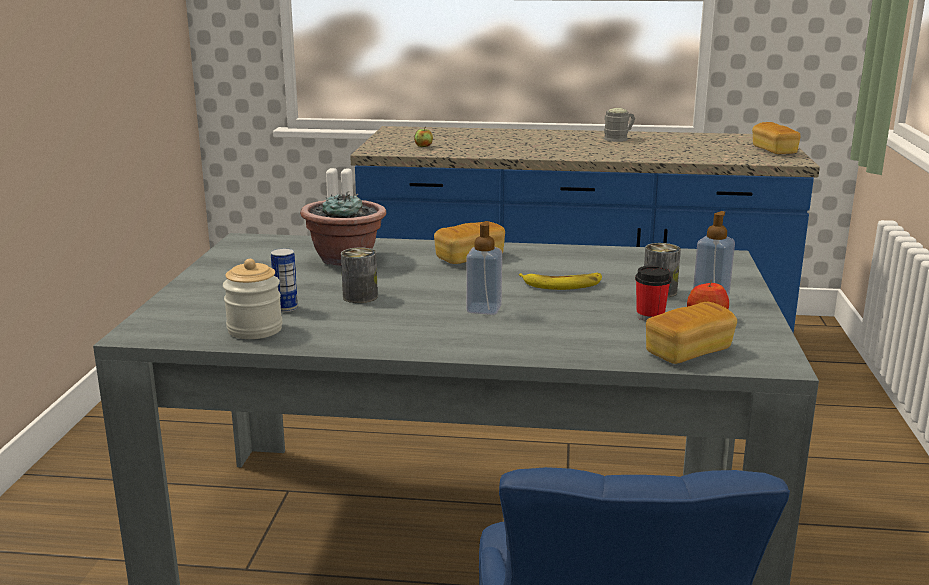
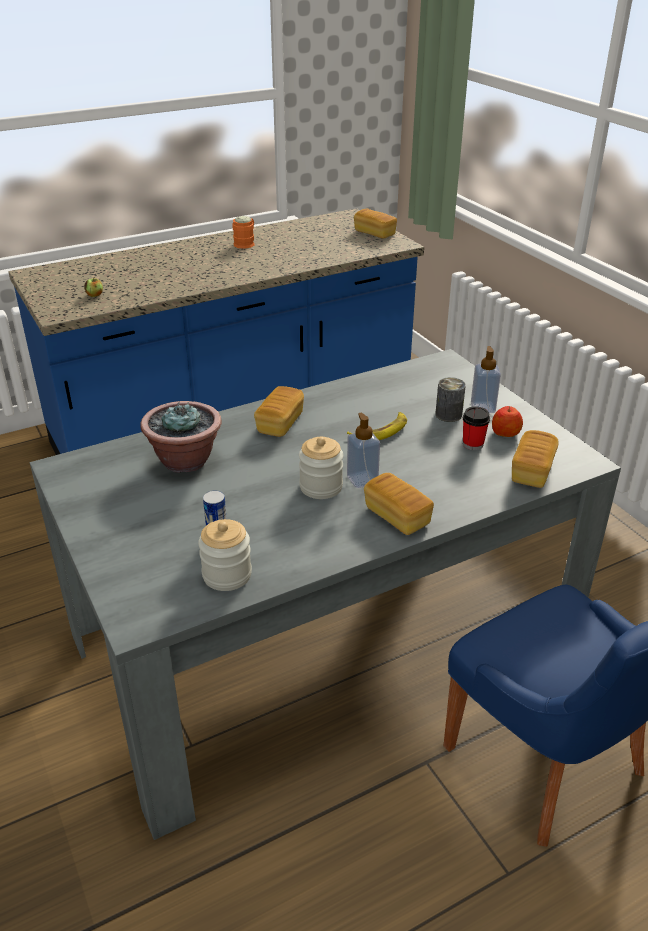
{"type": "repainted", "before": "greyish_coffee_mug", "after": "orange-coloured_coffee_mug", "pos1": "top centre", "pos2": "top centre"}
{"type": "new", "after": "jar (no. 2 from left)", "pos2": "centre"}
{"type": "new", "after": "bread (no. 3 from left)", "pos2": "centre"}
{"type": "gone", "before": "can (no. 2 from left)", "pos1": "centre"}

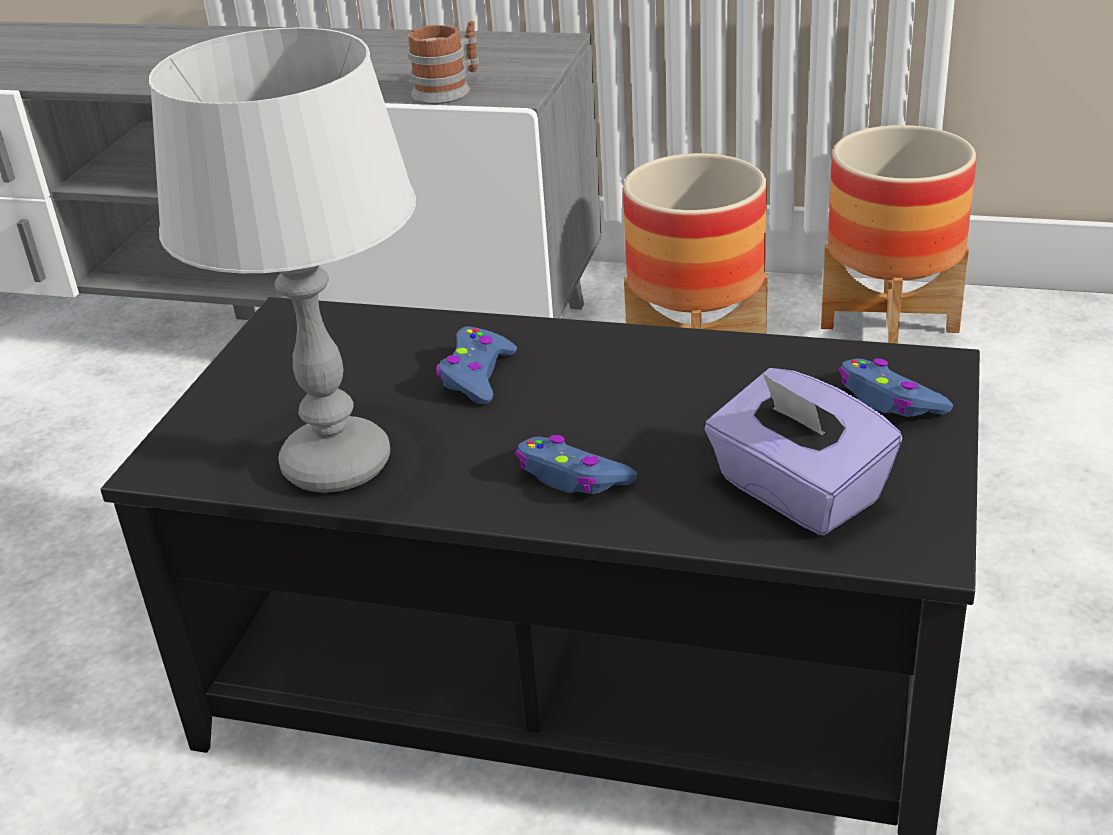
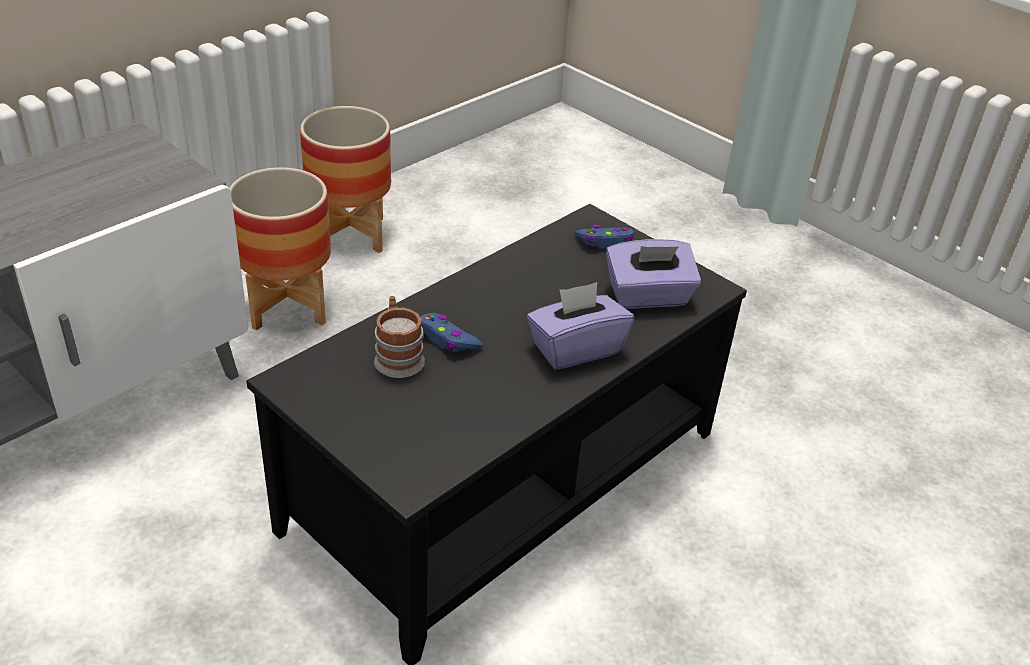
{"type": "shifted", "before": "coffee_mug", "pos1": "top centre", "pos2": "centre"}
{"type": "swapped", "before": "blue_game_controller (no. 2 from left)", "after": "purplish_box_of_tissues (no. 1 from left)", "pos1": "centre", "pos2": "centre"}
{"type": "gone", "before": "greyish_table_lamp", "pos1": "top left"}

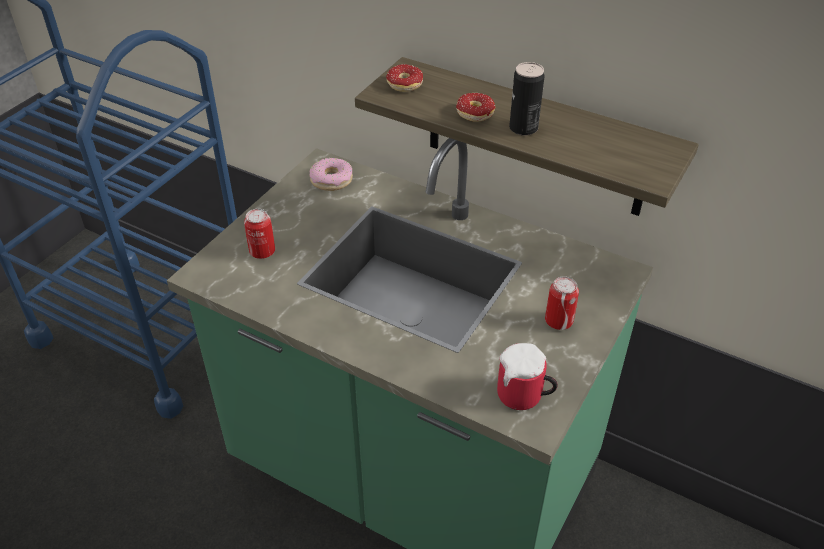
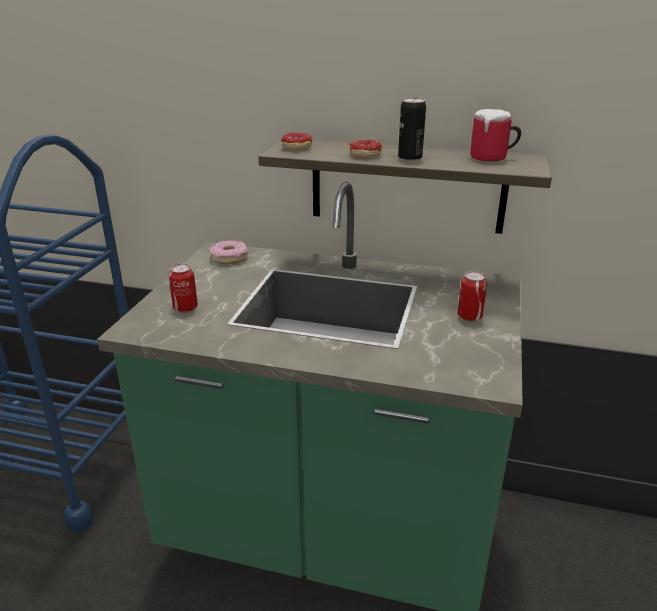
{"type": "shifted", "before": "coffee_mug", "pos1": "bottom centre", "pos2": "top right"}

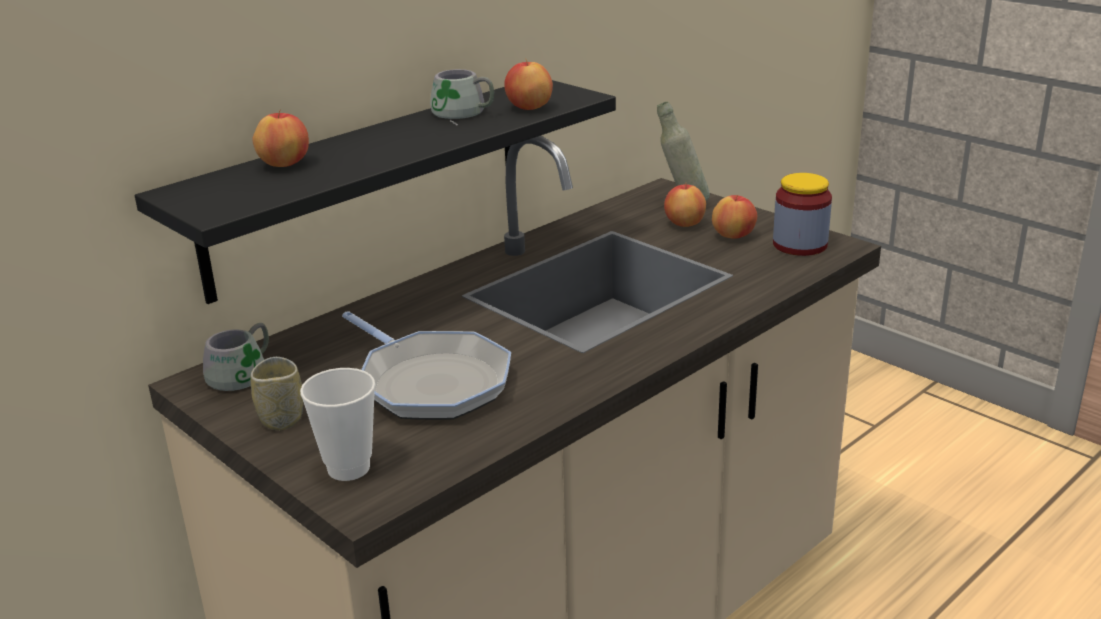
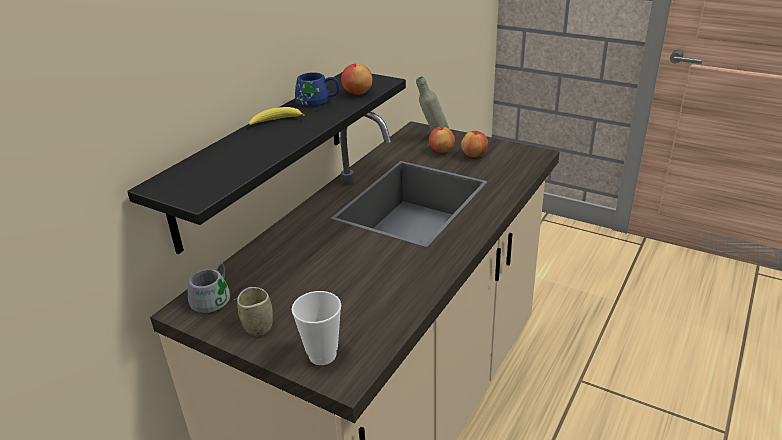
{"type": "new", "after": "banana_fruit", "pos2": "top centre"}
{"type": "repainted", "before": "greyish_coffee_mug (no. 2 from left)", "after": "blue_coffee_mug", "pos1": "top centre", "pos2": "top centre"}
{"type": "gone", "before": "apple (no. 1 from left)", "pos1": "top left"}
{"type": "gone", "before": "skillet", "pos1": "centre"}
{"type": "gone", "before": "jar", "pos1": "middle right"}

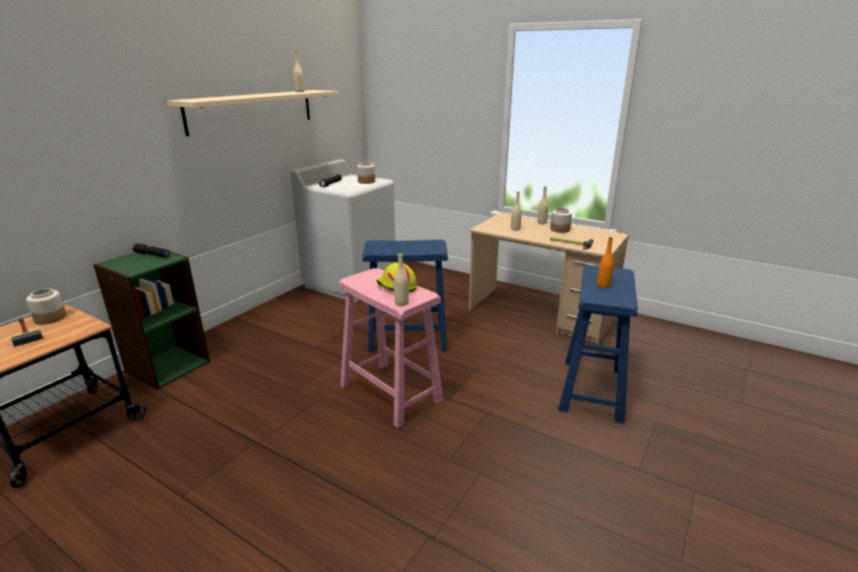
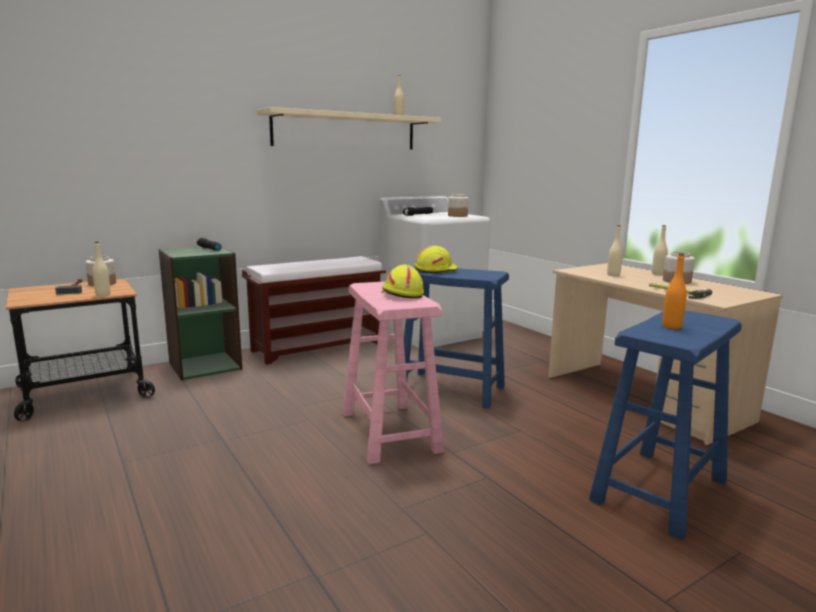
{"type": "shifted", "before": "beige-coloured_bottle (no. 2 from left in the first image)", "after": "beige-coloured_bottle (no. 1 from left)", "pos1": "centre", "pos2": "middle left"}
{"type": "new", "after": "brown-coloured_long_seat", "pos2": "centre"}
{"type": "new", "after": "yellow-coloured_hard_hat (no. 2 from left)", "pos2": "centre"}

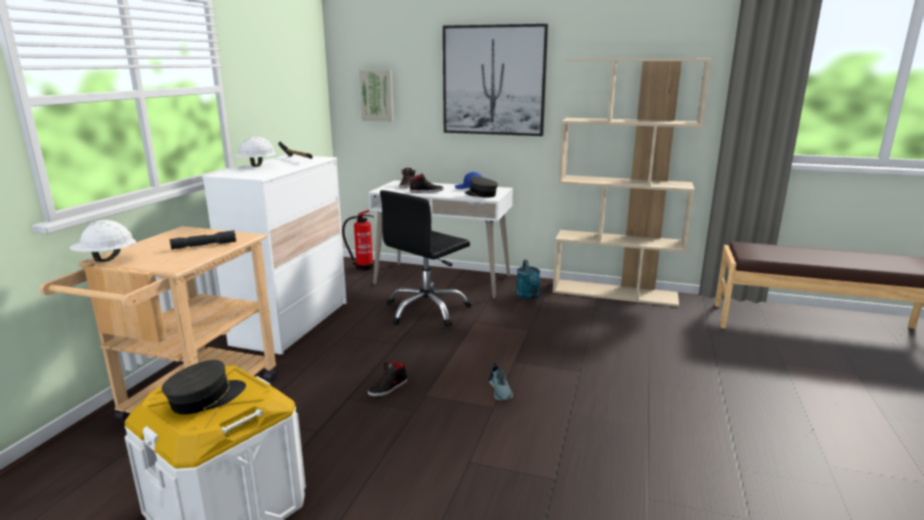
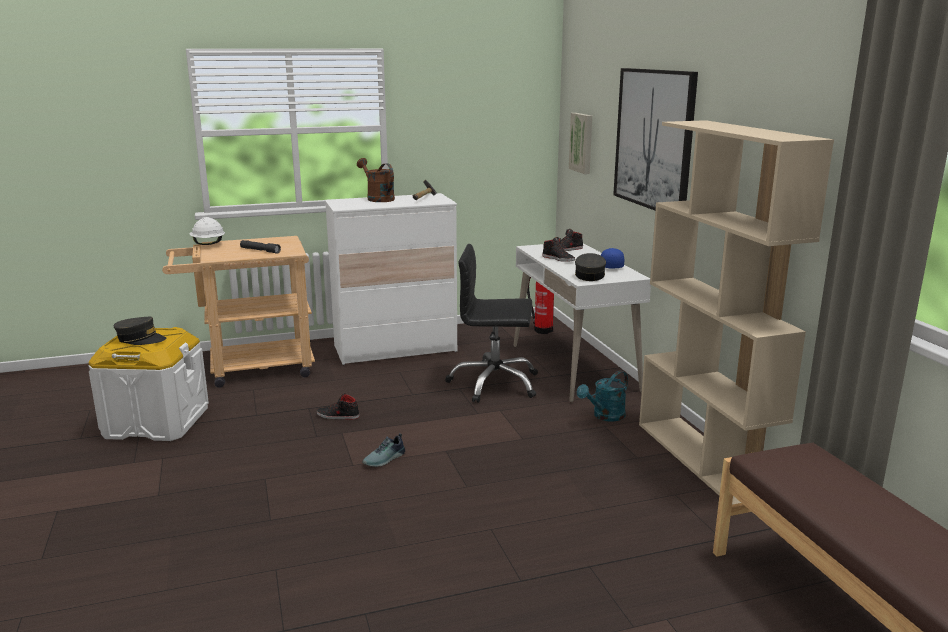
{"type": "swapped", "before": "whitish_hard_hat (no. 2 from left)", "after": "brown-coloured_watering_pot", "pos1": "top left", "pos2": "top centre"}

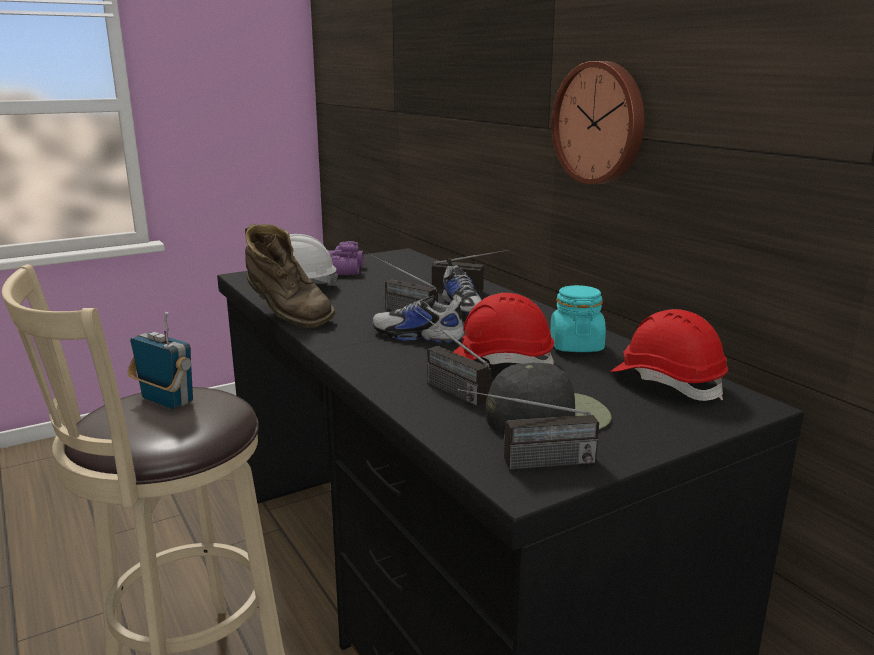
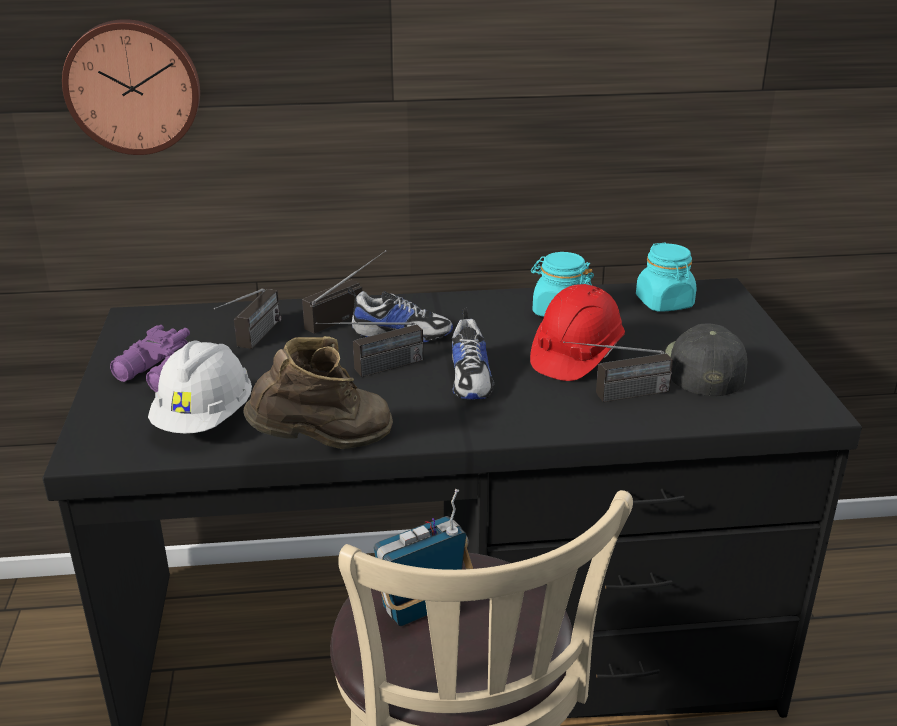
{"type": "shifted", "before": "wall_clock", "pos1": "top right", "pos2": "top left"}
{"type": "shifted", "before": "radio (no. 5 from left in the first image)", "after": "radio (no. 1 from left)", "pos1": "centre", "pos2": "middle left"}
{"type": "rotated", "before": "item_of_footwear (no. 1 from left in the first image)", "pos1": "centre", "pos2": "centre", "turn": -45}
{"type": "swapped", "before": "red-coloured_hard_hat (no. 2 from left)", "after": "turquoise-coloured_jar (no. 2 from left)", "pos1": "middle right", "pos2": "middle right"}

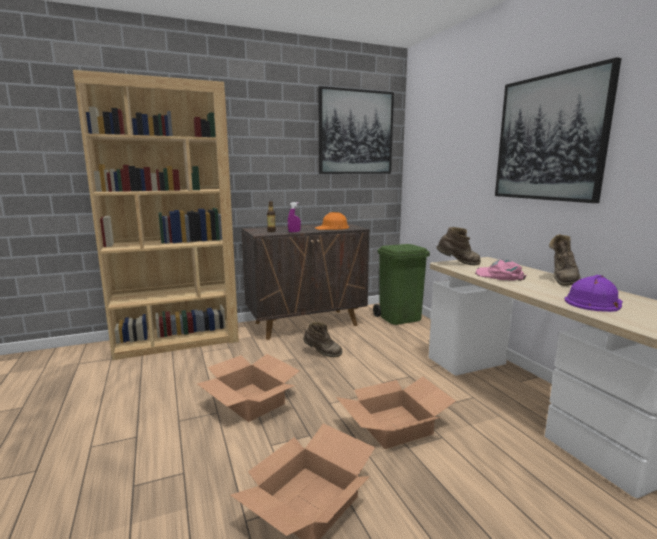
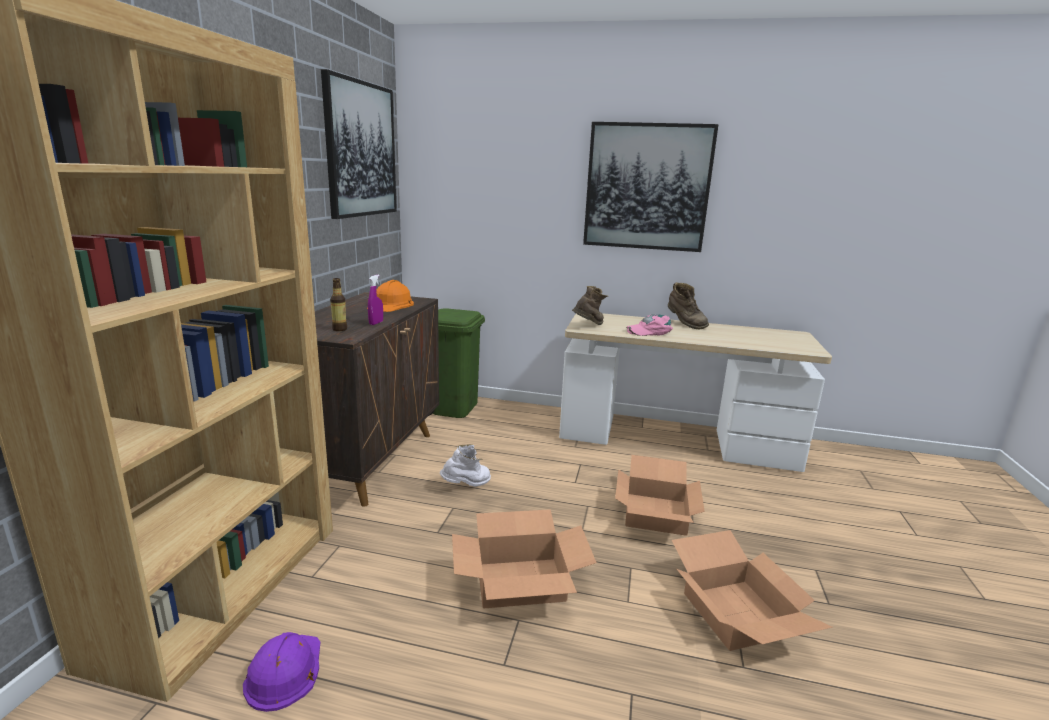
{"type": "shifted", "before": "purplish_hard_hat", "pos1": "middle right", "pos2": "bottom left"}
{"type": "repainted", "before": "brown-coloured_tall_boot (no. 1 from left)", "after": "whitish_tall_boot", "pos1": "centre", "pos2": "centre"}

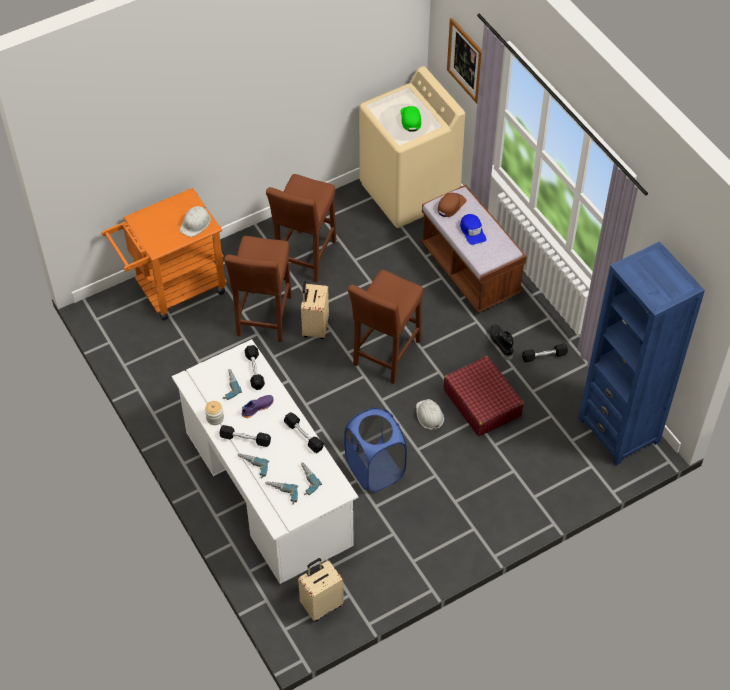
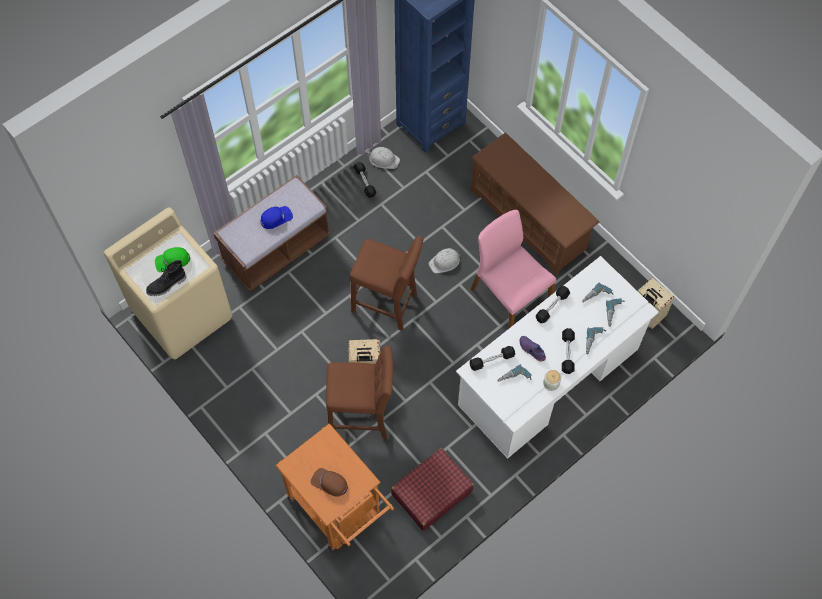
{"type": "shifted", "before": "blackish_tall_boot", "pos1": "middle right", "pos2": "middle left"}
{"type": "shifted", "before": "brown-coloured_peaked_cap", "pos1": "top centre", "pos2": "bottom centre"}
{"type": "shifted", "before": "whitish_hard_hat (no. 1 from left)", "pos1": "top left", "pos2": "top centre"}
{"type": "shifted", "before": "red-coloured_piece_of_luggage", "pos1": "centre", "pos2": "bottom centre"}
{"type": "new", "after": "brown-coloured_shoe_rack", "pos2": "centre"}
{"type": "swapped", "before": "blue_hamper", "after": "pinkish_plain_chair", "pos1": "centre", "pos2": "centre"}
{"type": "gone", "before": "brown-coloured_stool (no. 2 from left)", "pos1": "top centre"}
{"type": "gone", "before": "wall_art", "pos1": "top centre"}

